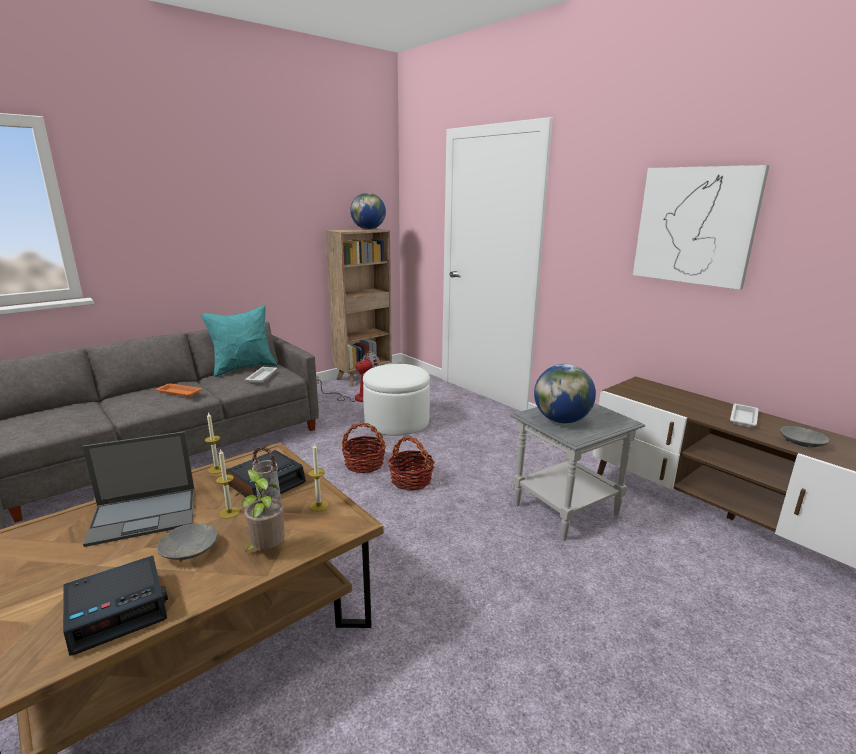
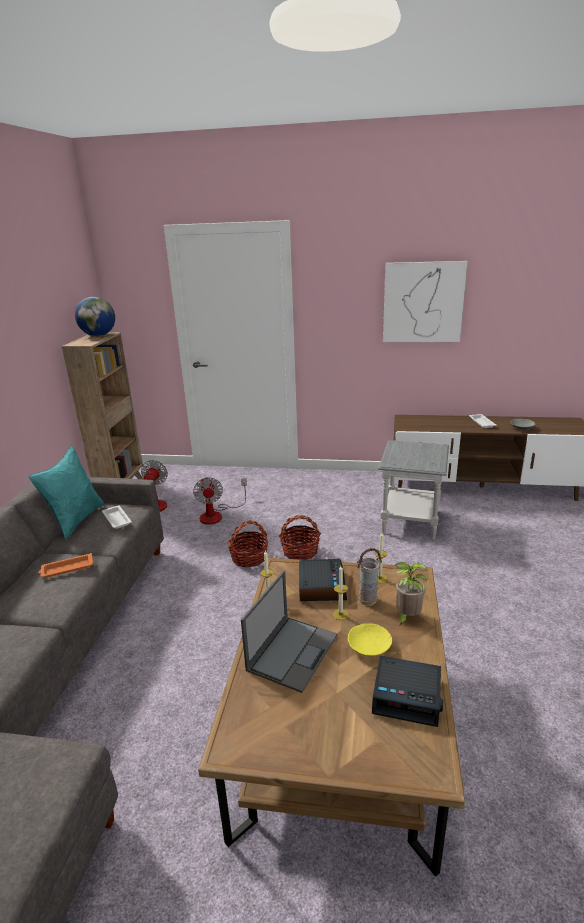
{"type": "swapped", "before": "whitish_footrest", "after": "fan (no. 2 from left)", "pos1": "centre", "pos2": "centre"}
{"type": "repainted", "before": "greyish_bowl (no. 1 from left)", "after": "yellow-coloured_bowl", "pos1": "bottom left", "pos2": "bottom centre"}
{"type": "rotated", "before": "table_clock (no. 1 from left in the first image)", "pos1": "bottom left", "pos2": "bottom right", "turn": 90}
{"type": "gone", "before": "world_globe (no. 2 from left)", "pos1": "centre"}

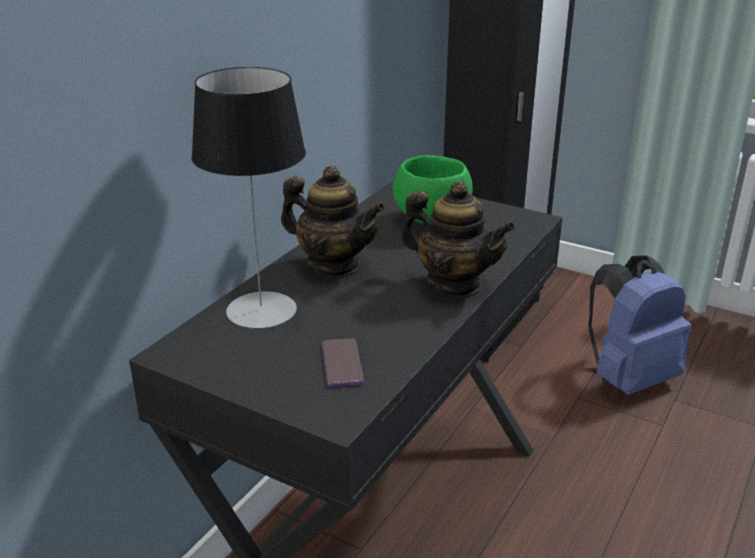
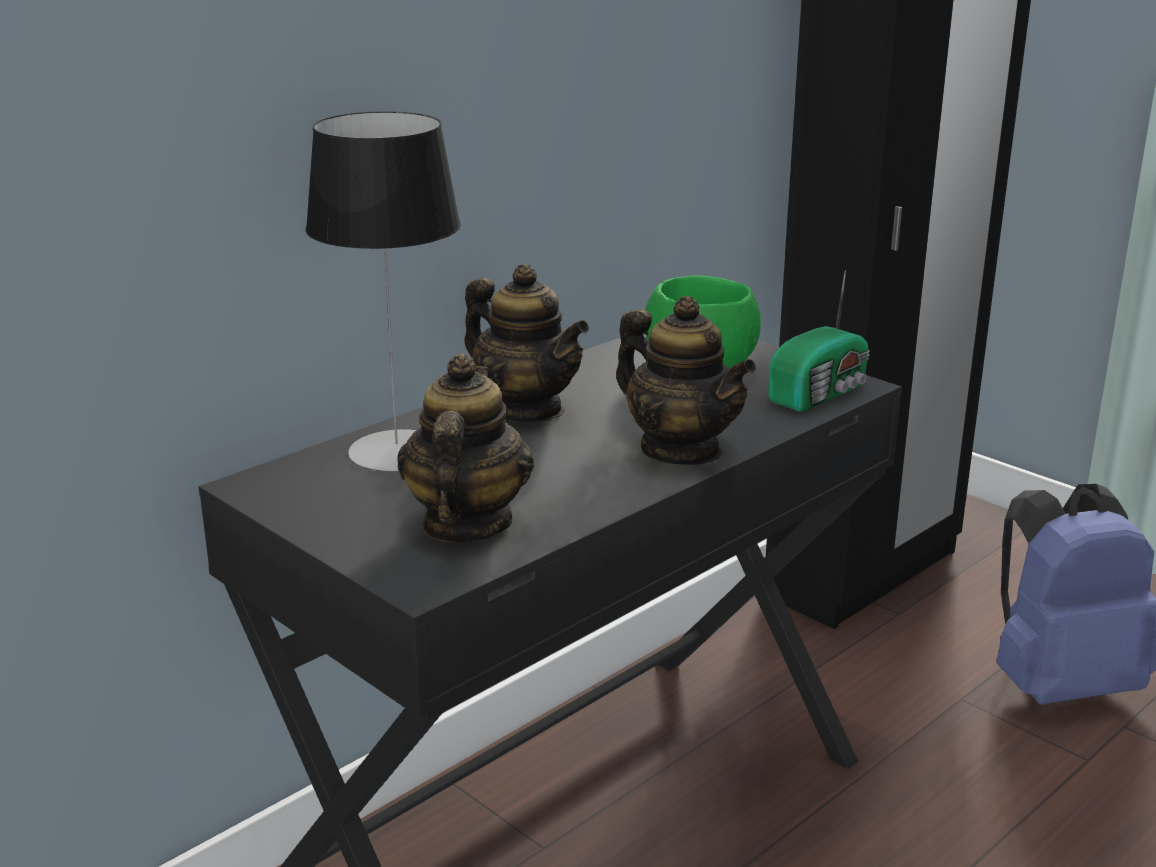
{"type": "swapped", "before": "telephone", "after": "teapot (no. 1 from left)", "pos1": "centre", "pos2": "centre"}
{"type": "new", "after": "radio", "pos2": "middle right"}

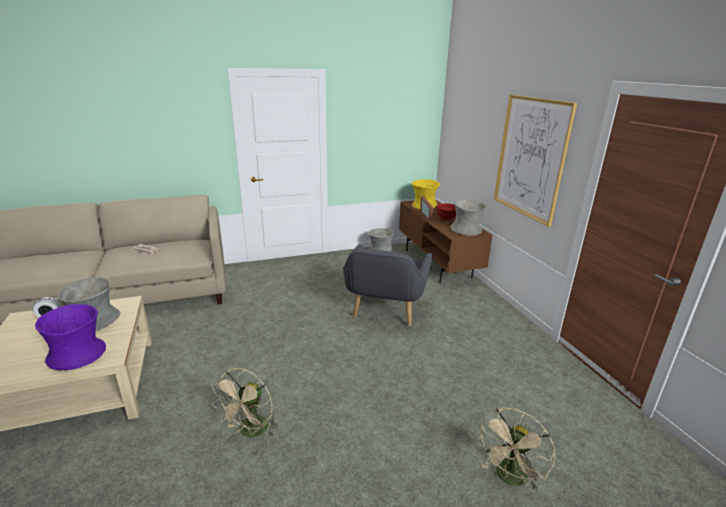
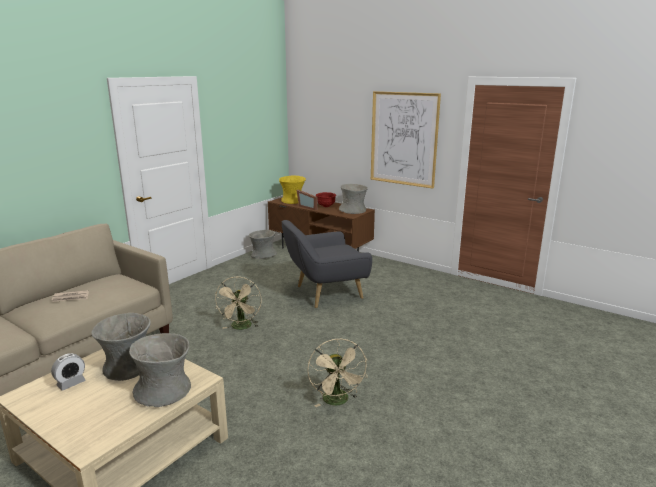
{"type": "repainted", "before": "purplish_vase", "after": "greyish_vase (no. 2 from left)", "pos1": "middle left", "pos2": "bottom left"}
{"type": "shifted", "before": "beige-coloured_fan (no. 2 from left in the first image)", "after": "beige-coloured_fan (no. 1 from left)", "pos1": "bottom right", "pos2": "centre"}
{"type": "rotated", "before": "greyish_armchair", "pos1": "centre", "pos2": "centre", "turn": 90}

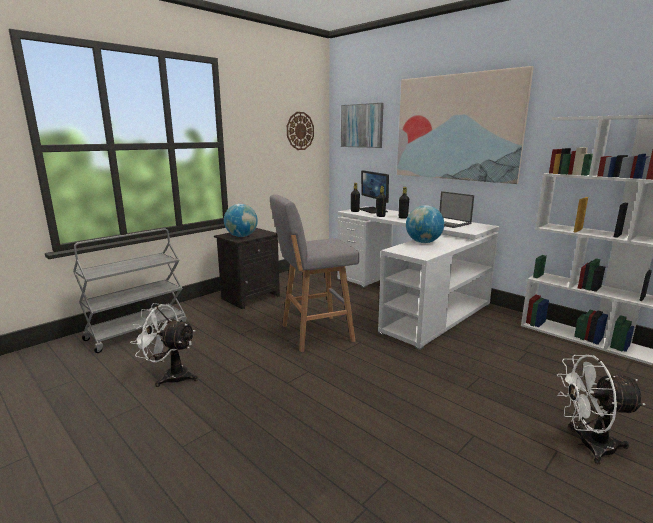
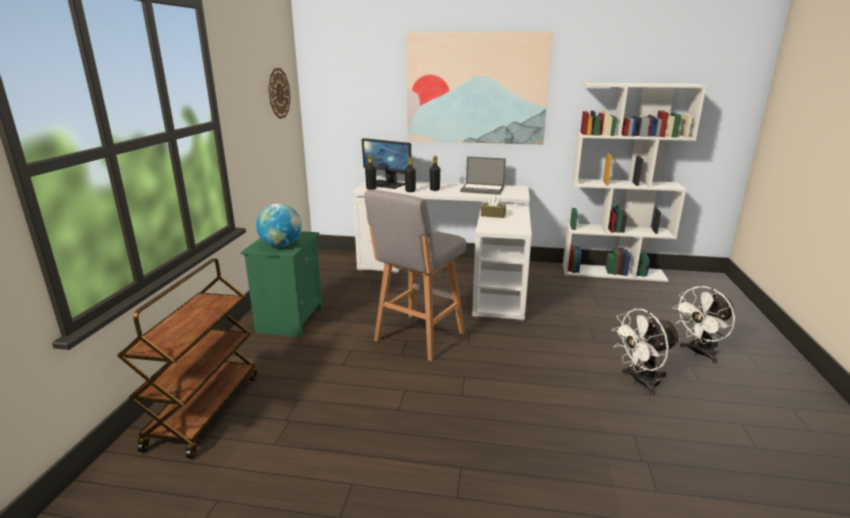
{"type": "repainted", "before": "greyish_trolley", "after": "brown-coloured_trolley", "pos1": "middle left", "pos2": "bottom left"}
{"type": "repainted", "before": "blackish_nightstand", "after": "greenish_nightstand", "pos1": "centre", "pos2": "middle left"}
{"type": "swapped", "before": "world_globe (no. 2 from left)", "after": "brown-coloured_box_of_tissues", "pos1": "centre", "pos2": "centre"}
{"type": "shifted", "before": "whitish_fan (no. 1 from left)", "pos1": "middle left", "pos2": "bottom right"}
{"type": "gone", "before": "wall_art (no. 1 from left)", "pos1": "top centre"}

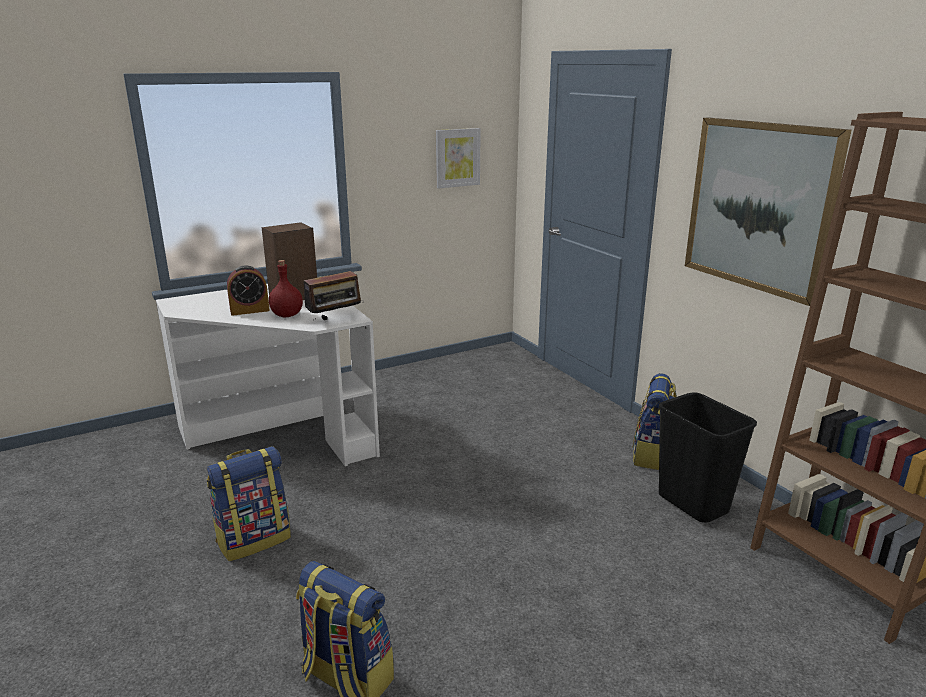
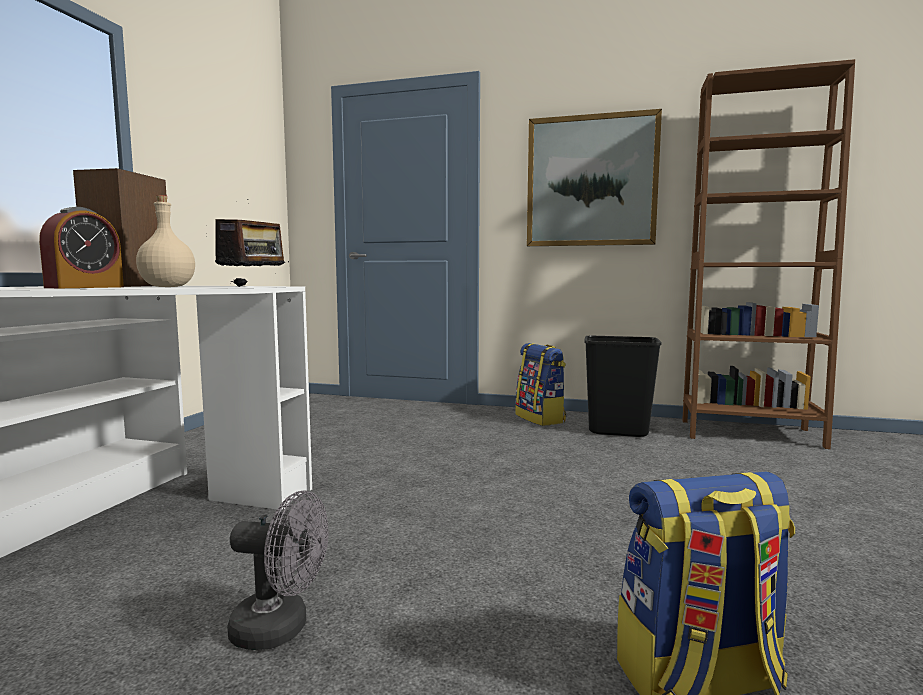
{"type": "repainted", "before": "red-coloured_bottle", "after": "beige-coloured_bottle", "pos1": "middle left", "pos2": "middle left"}
{"type": "swapped", "before": "rucksack (no. 1 from left)", "after": "greyish_fan", "pos1": "bottom left", "pos2": "bottom left"}
{"type": "gone", "before": "wall_art (no. 1 from left)", "pos1": "top centre"}

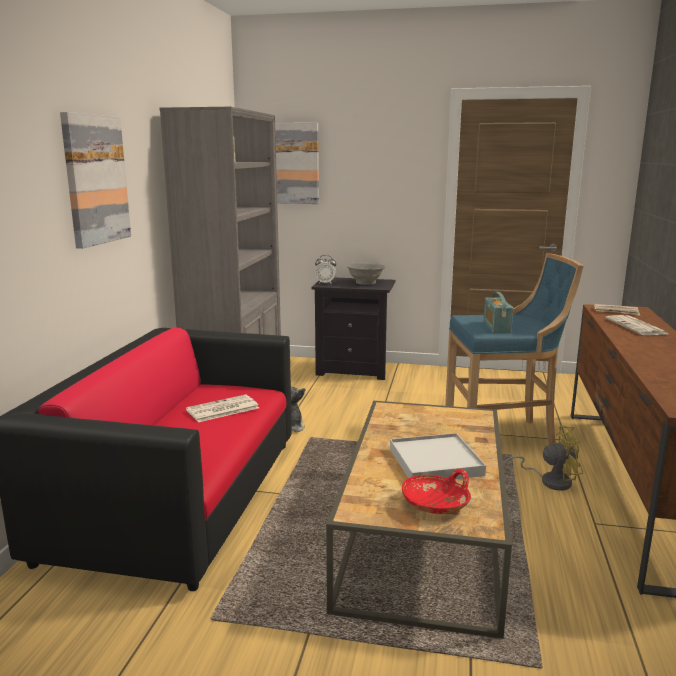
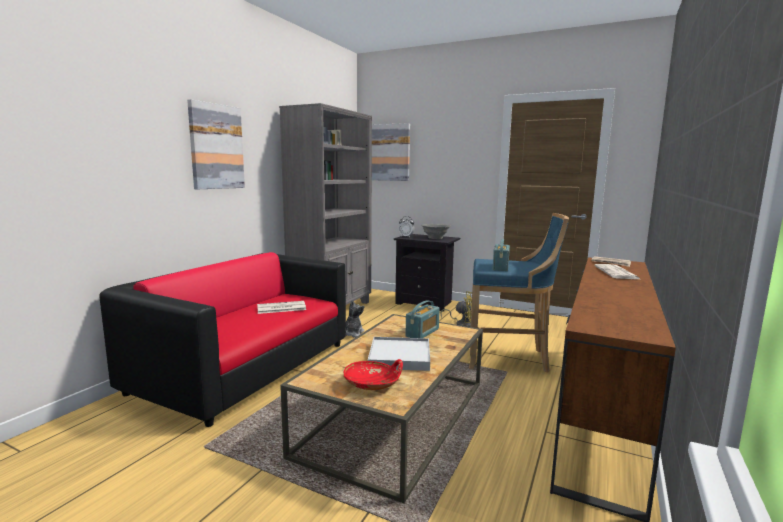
{"type": "new", "after": "radio (no. 1 from left)", "pos2": "centre"}
{"type": "shifted", "before": "yellow-coloured_fan", "pos1": "bottom right", "pos2": "centre"}

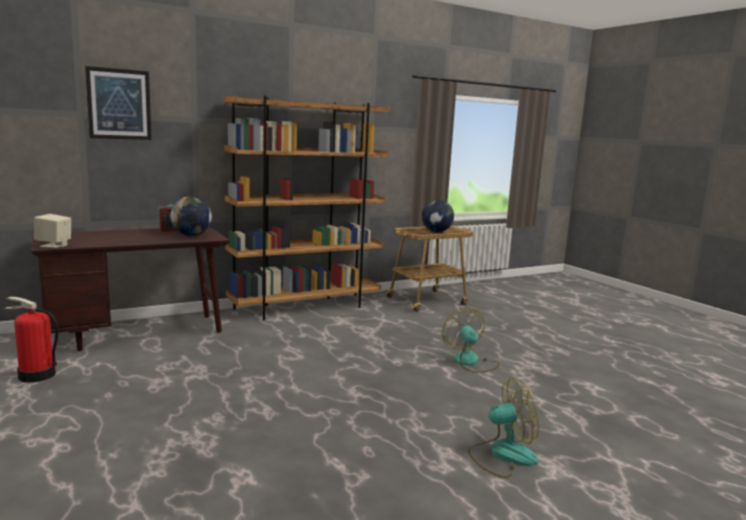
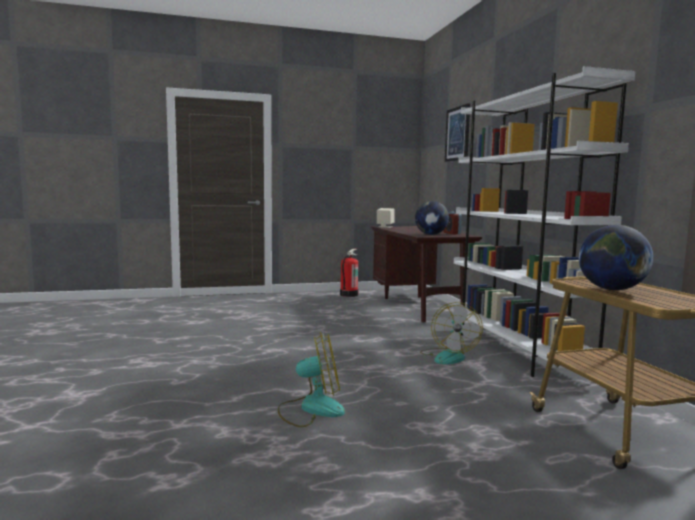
{"type": "shifted", "before": "fan (no. 2 from left)", "pos1": "bottom right", "pos2": "centre"}
{"type": "repainted", "before": "brown-coloured_bookcase", "after": "whitish_bookcase", "pos1": "centre", "pos2": "middle right"}

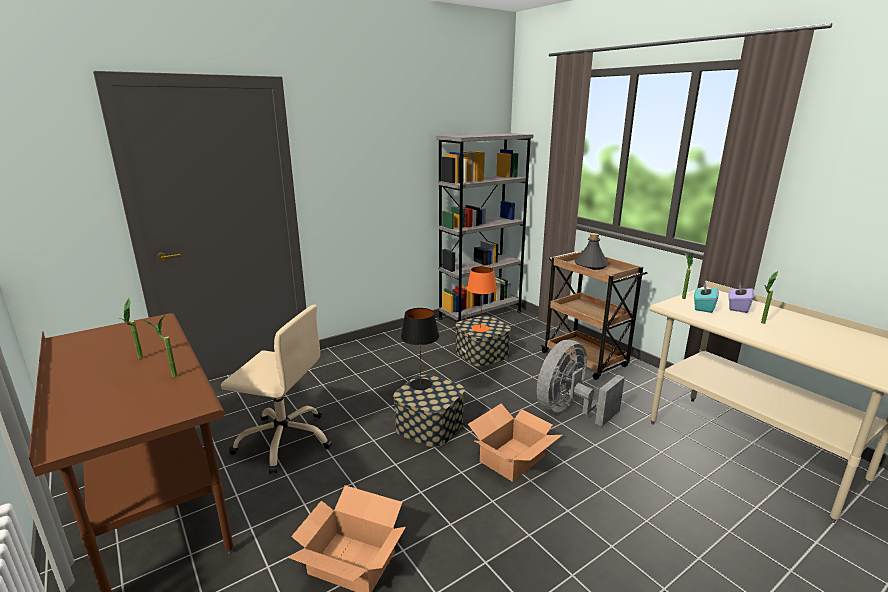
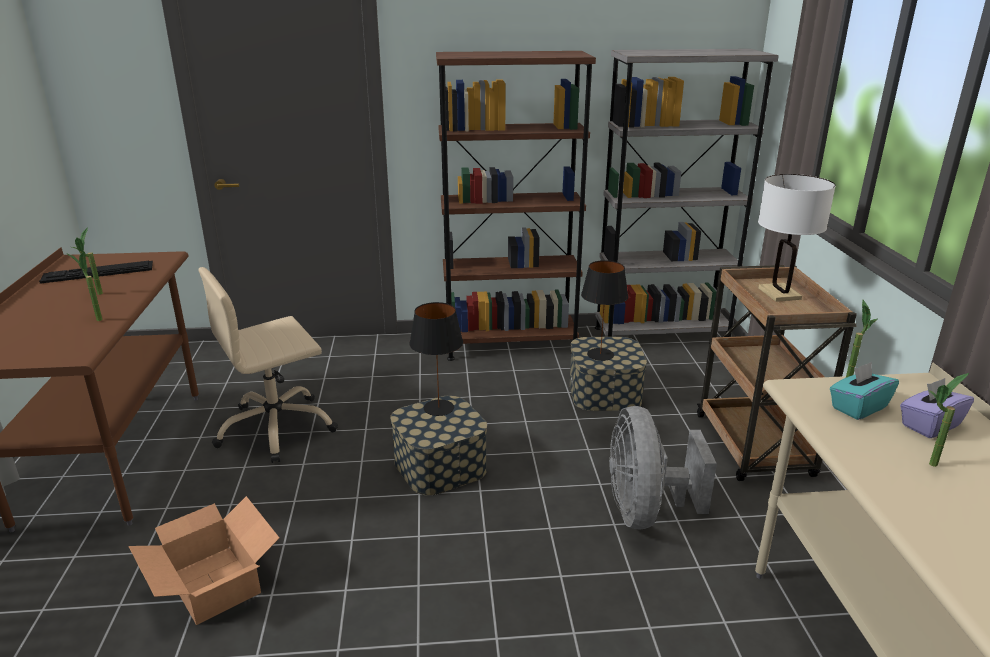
{"type": "new", "after": "keyboard", "pos2": "middle left"}
{"type": "rotated", "before": "beige-coloured_desk_chair", "pos1": "middle left", "pos2": "middle left", "turn": 105}
{"type": "new", "after": "brown-coloured_bookcase", "pos2": "top centre"}
{"type": "repainted", "before": "orange-coloured_table_lamp", "after": "blackish_table_lamp (no. 2 from left)", "pos1": "centre", "pos2": "centre"}
{"type": "rotated", "before": "greyish_fan", "pos1": "centre", "pos2": "bottom right", "turn": -75}
{"type": "swapped", "before": "greyish_bottle", "after": "whitish_table_lamp", "pos1": "centre", "pos2": "middle right"}
{"type": "gone", "before": "cardboard_box (no. 2 from left)", "pos1": "bottom centre"}

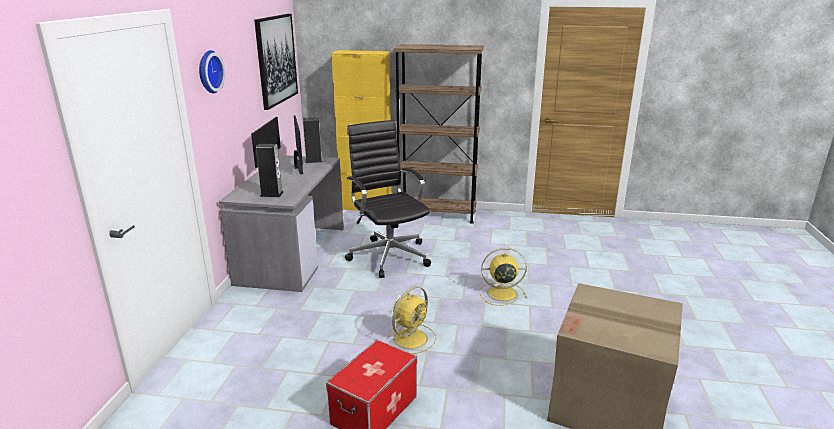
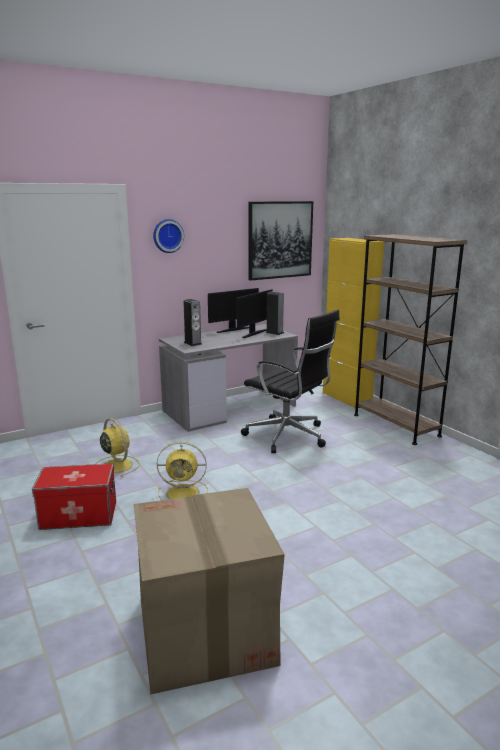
{"type": "shifted", "before": "yellow-coloured_fan (no. 2 from left in the first image)", "after": "yellow-coloured_fan (no. 1 from left)", "pos1": "centre", "pos2": "middle left"}
{"type": "rotated", "before": "blackish_desk_chair", "pos1": "centre", "pos2": "centre", "turn": 105}

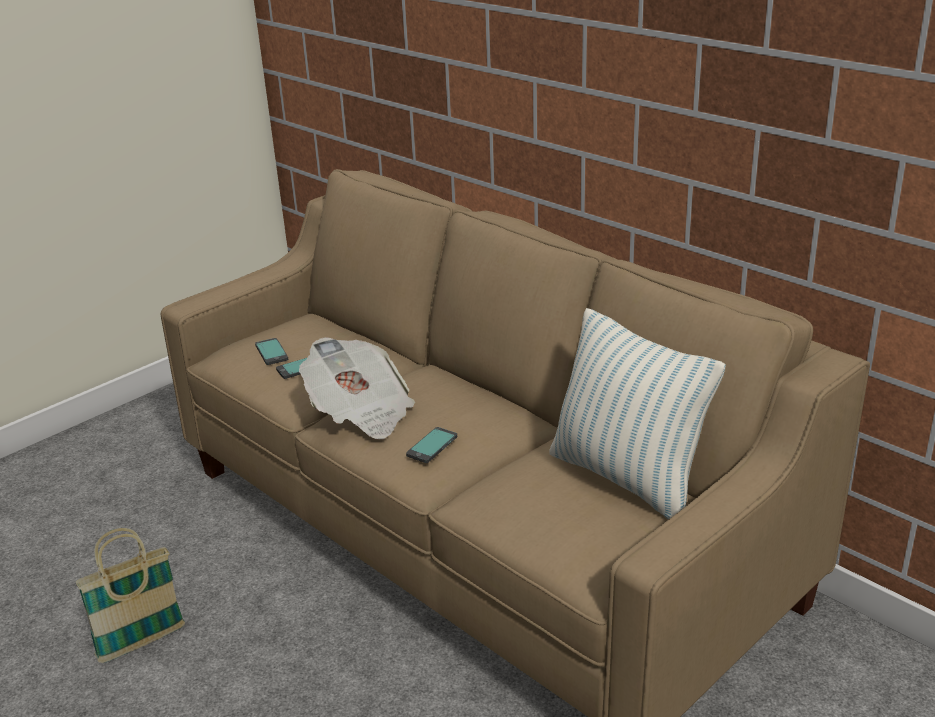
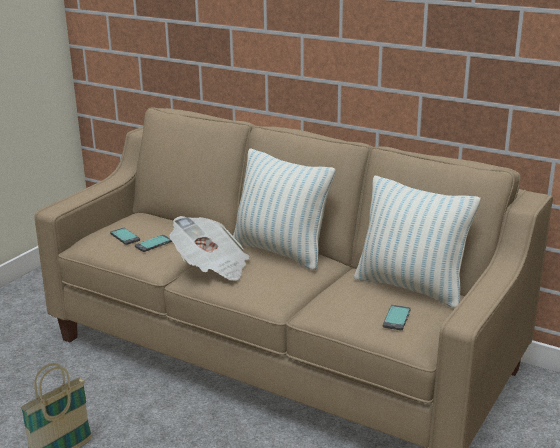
{"type": "new", "after": "cushion (no. 1 from left)", "pos2": "centre"}
{"type": "shifted", "before": "telephone (no. 3 from left)", "pos1": "centre", "pos2": "bottom right"}

